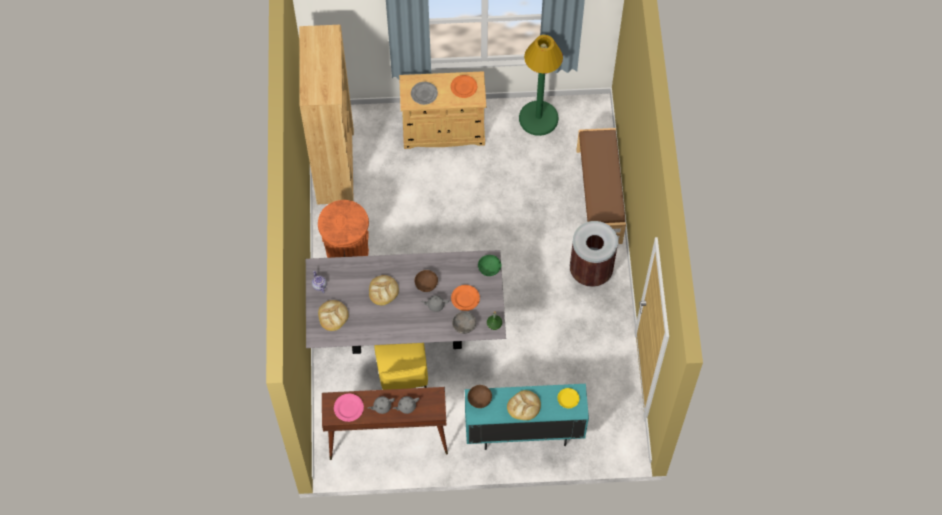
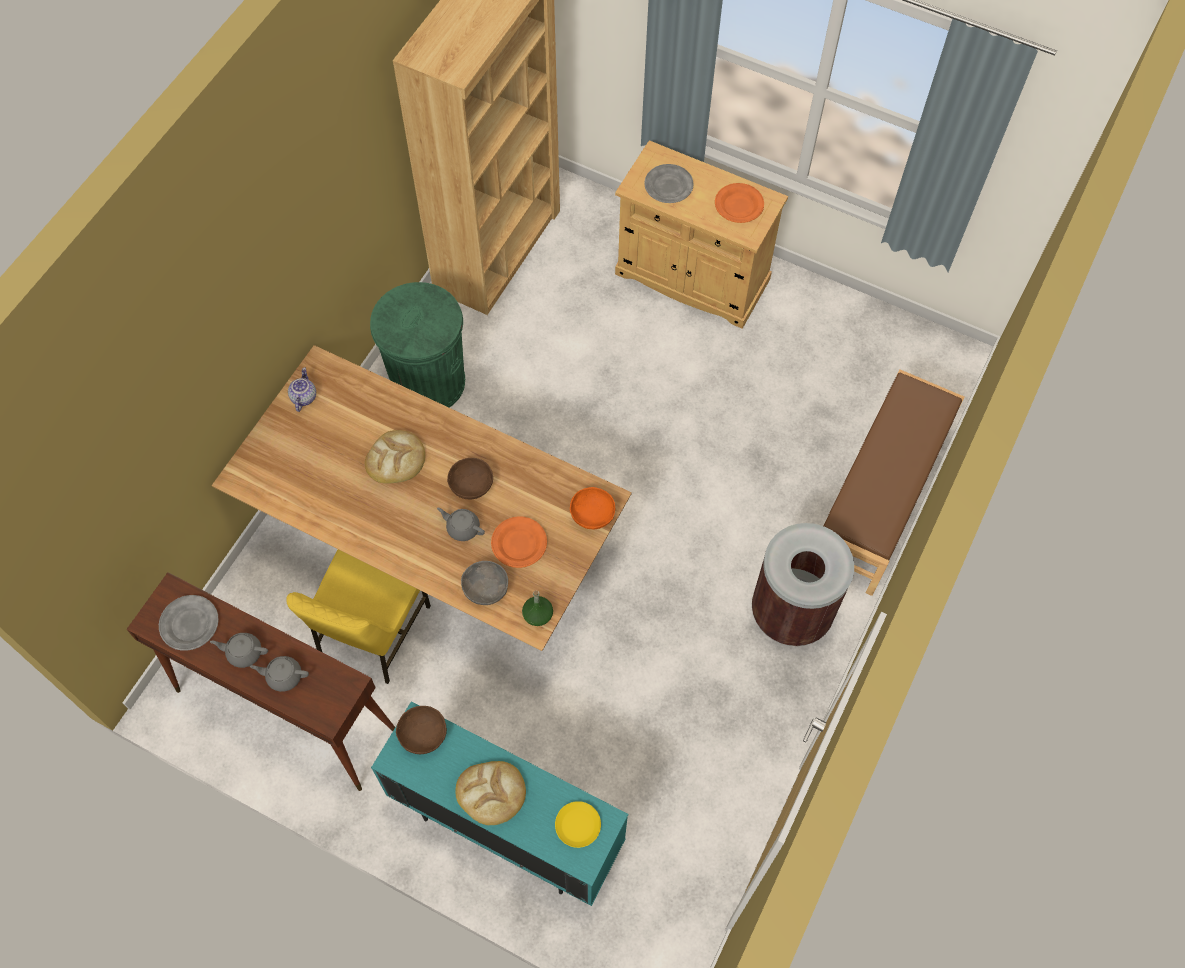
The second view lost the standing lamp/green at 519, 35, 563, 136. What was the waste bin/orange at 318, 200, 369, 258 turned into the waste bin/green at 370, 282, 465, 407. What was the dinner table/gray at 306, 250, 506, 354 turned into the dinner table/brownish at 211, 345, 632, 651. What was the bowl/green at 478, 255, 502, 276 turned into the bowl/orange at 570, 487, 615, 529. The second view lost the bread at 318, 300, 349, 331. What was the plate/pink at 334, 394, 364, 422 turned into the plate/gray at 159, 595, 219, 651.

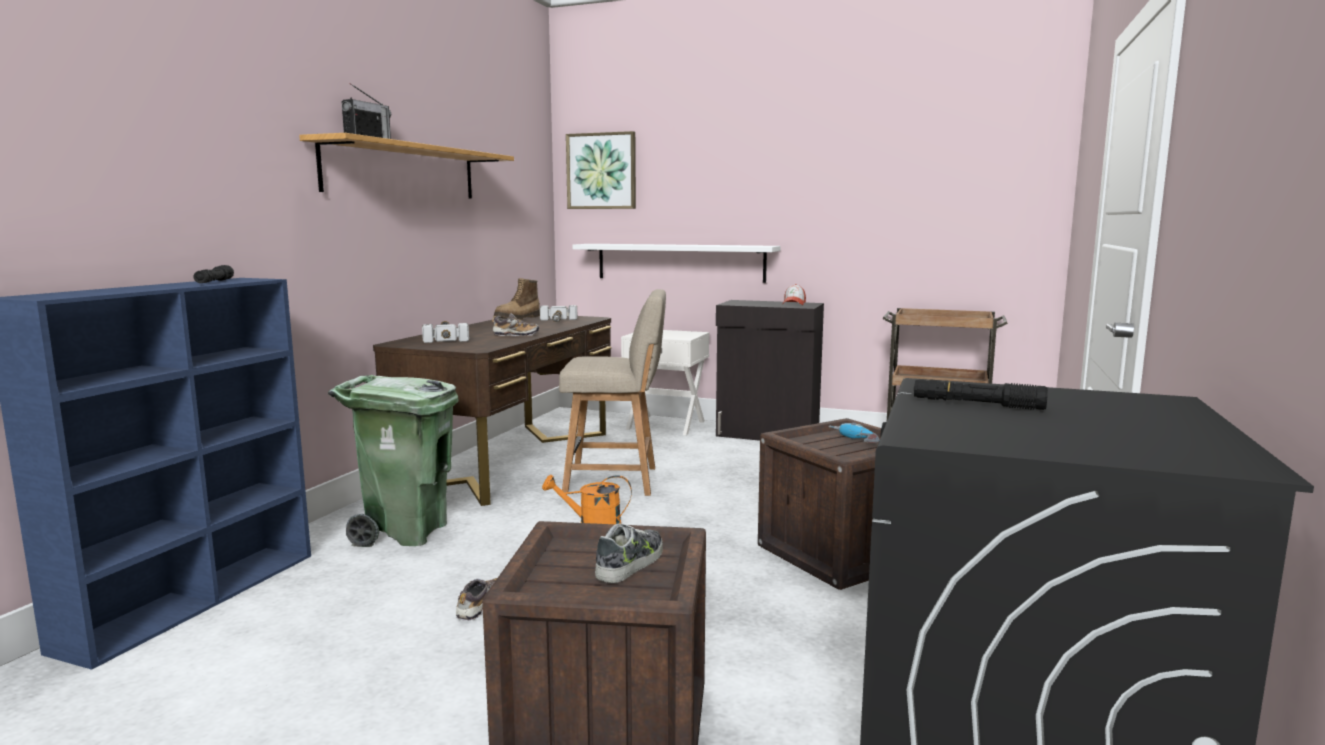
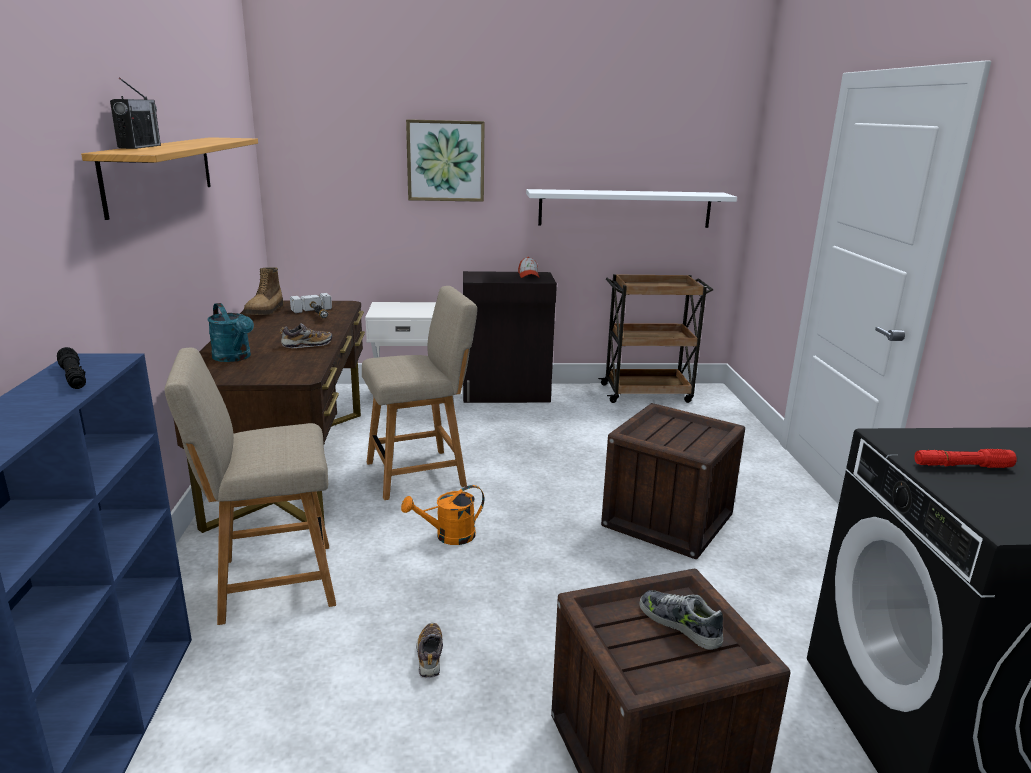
The picture ended up elsewhere, having gone from 566, 131, 636, 209 to 406, 119, 485, 202. The bracket shelf/white ended up elsewhere, having gone from 573, 244, 781, 283 to 526, 189, 737, 228. Where the hammer stood at 422, 321, 469, 343, the watering can/blue-green came to stand at 207, 303, 254, 362. Where the waste bin/green stood at 328, 375, 458, 547, the upright chair/beige-coloured came to stand at 165, 348, 336, 625. What was the hand torch/black at 914, 379, 1048, 410 turned into the hand torch/red at 914, 449, 1017, 468. The second view lost the electric drill at 829, 423, 879, 443. The item of footwear at 595, 523, 663, 583 ended up facing another way, 45 degrees counterclockwise from before.

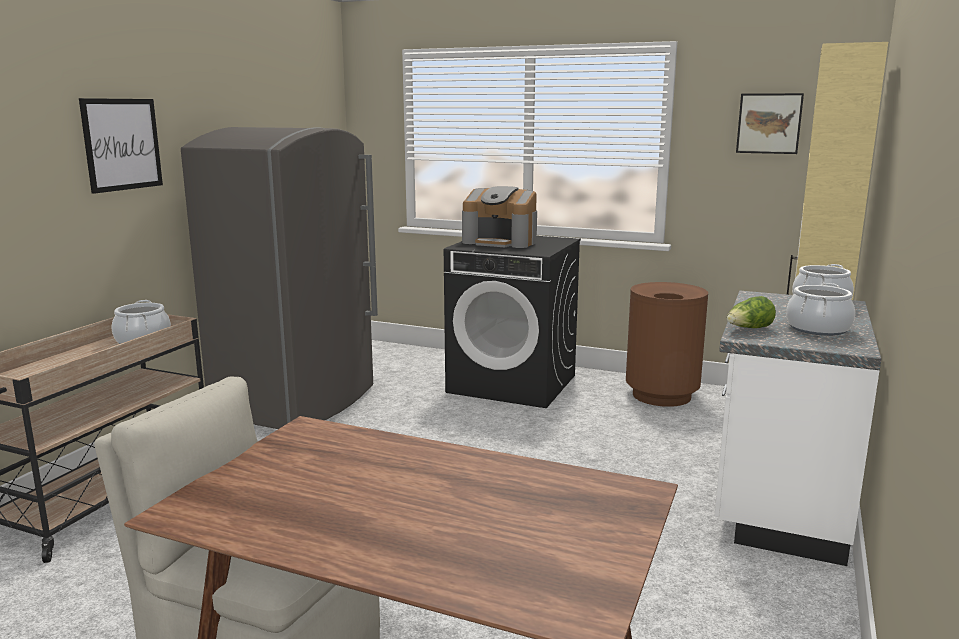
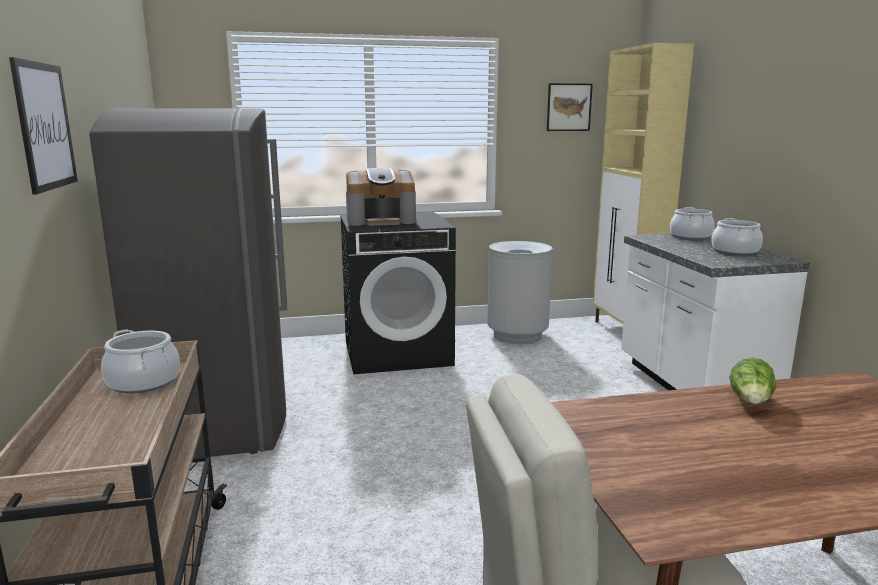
What was the waste bin/brownish at 626, 282, 708, 407 turned into the waste bin/gray at 487, 241, 553, 344. The head of lettuce ended up elsewhere, having gone from 727, 296, 776, 328 to 729, 358, 777, 404.

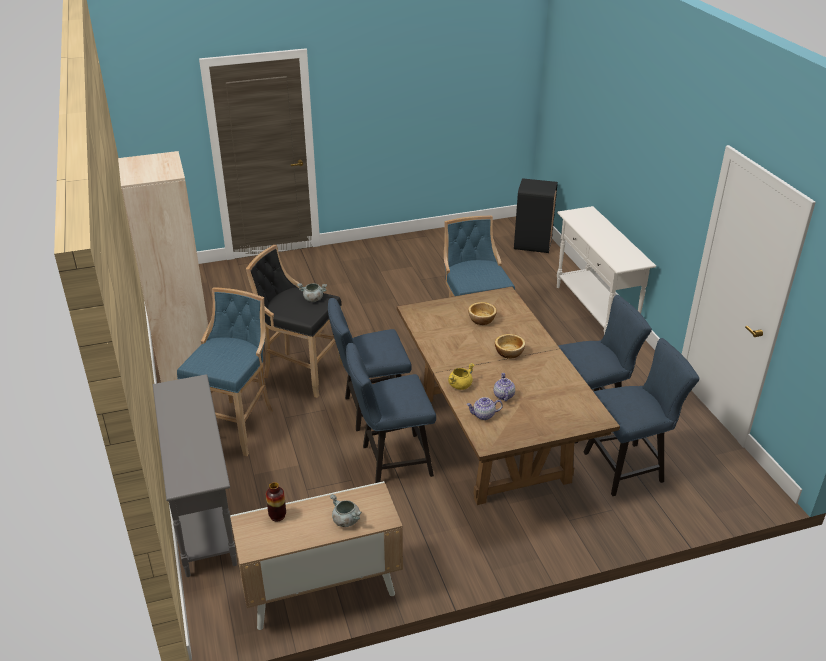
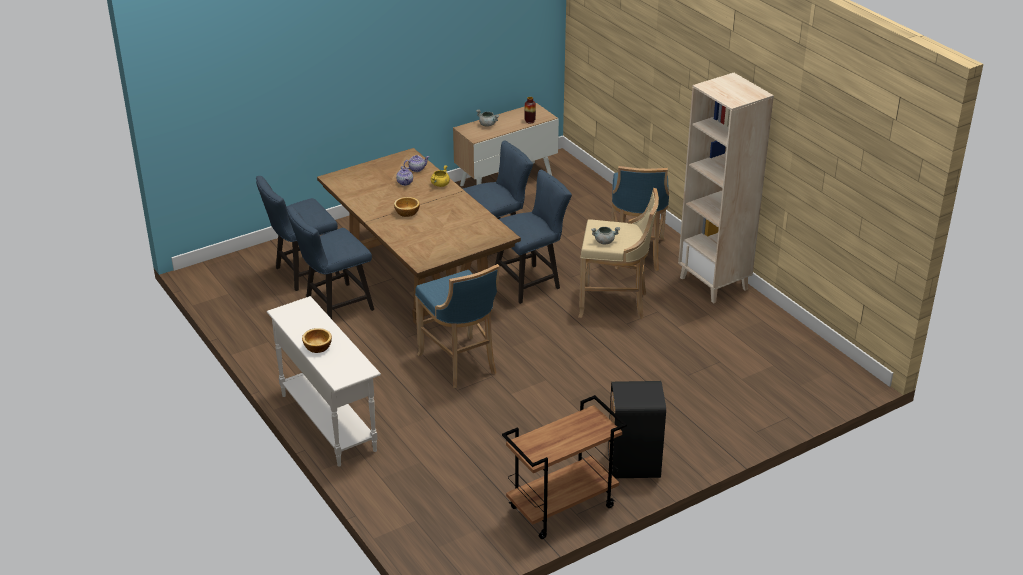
The waste bin/black ended up elsewhere, having gone from 514, 178, 558, 253 to 608, 381, 666, 478. What was the stool seat/black at 246, 245, 343, 398 turned into the stool seat/beige-coloured at 578, 188, 659, 319. The bowl ended up elsewhere, having gone from 468, 302, 497, 325 to 302, 328, 332, 353. The second view lost the hall table/gray at 153, 374, 237, 577. The second view gained the wheeled cart/brownish at 502, 395, 627, 539.

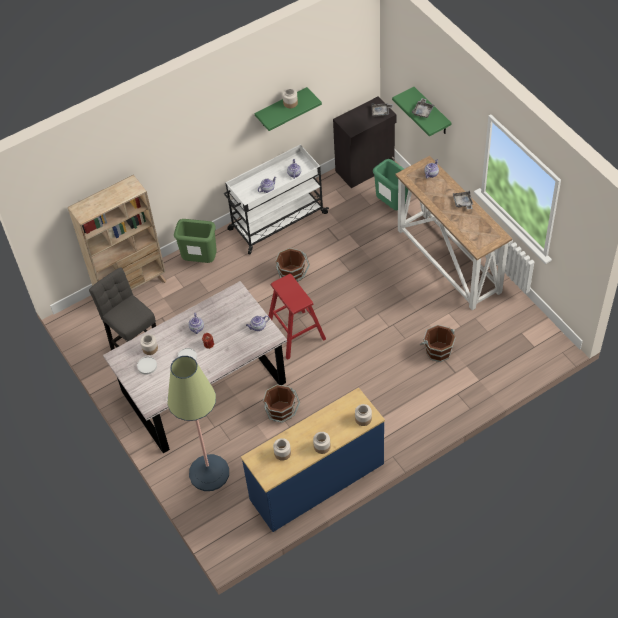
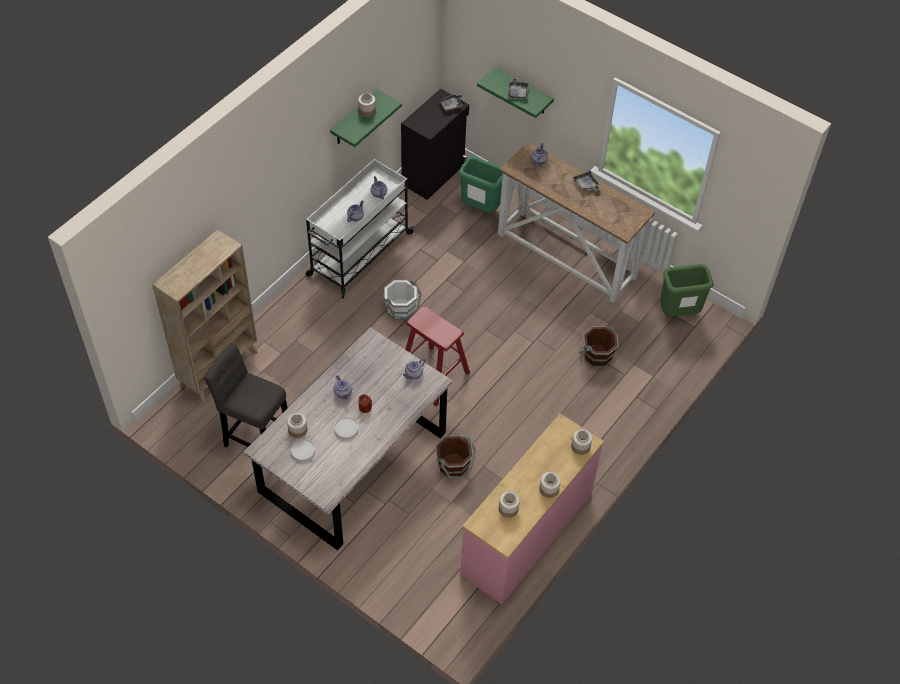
The waste bin/green ended up elsewhere, having gone from 174, 219, 217, 263 to 660, 264, 714, 317. What was the bucket/brownish at 275, 248, 310, 282 turned into the bucket/white at 384, 280, 422, 320. The second view lost the standing lamp at 167, 356, 229, 491. What was the drawer chest/blue-coloured at 241, 387, 385, 532 turned into the drawer chest/pink at 460, 413, 604, 604.

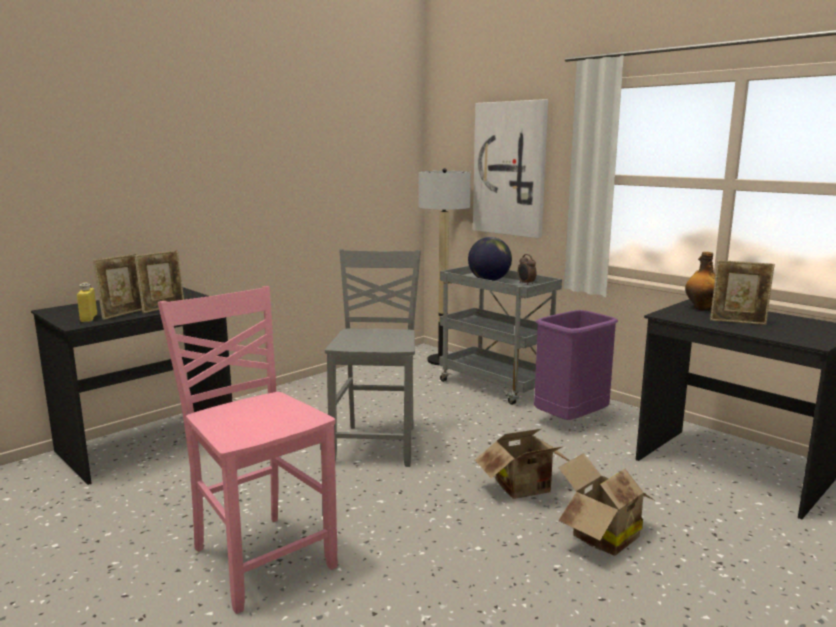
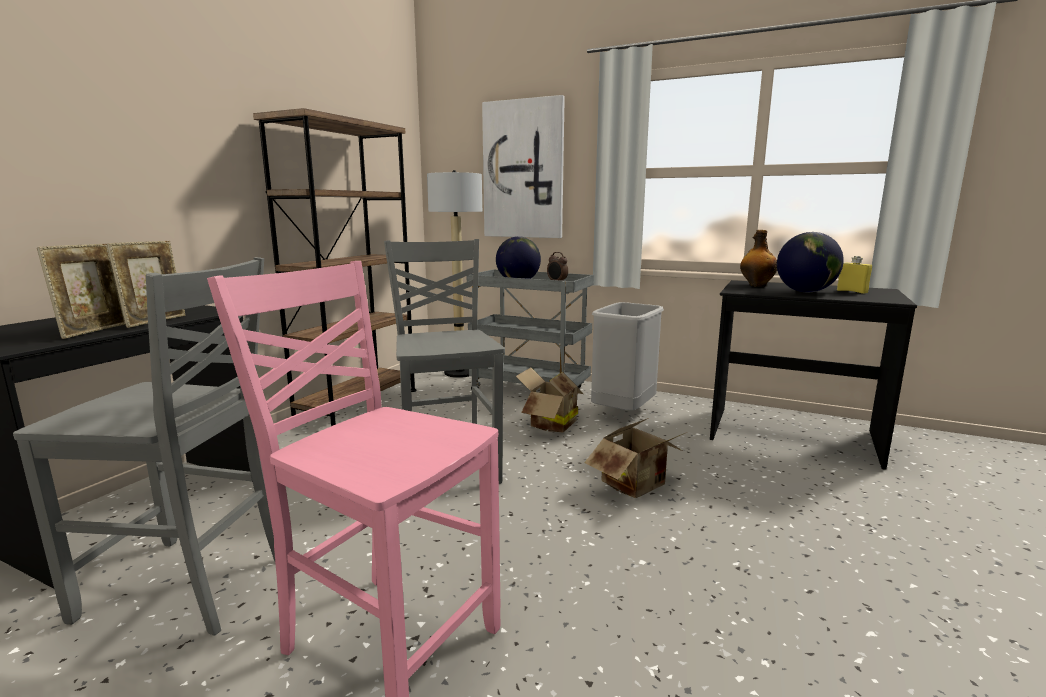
Where the picture frame stood at 710, 260, 775, 325, the desk globe came to stand at 777, 232, 844, 292. The bottle/yellow ended up elsewhere, having gone from 77, 283, 97, 322 to 837, 256, 872, 294. What was the waste bin/purple-coloured at 534, 310, 618, 420 turned into the waste bin/gray at 591, 302, 664, 411. The carton ended up elsewhere, having gone from 558, 453, 654, 556 to 516, 368, 583, 433. The second view gained the bookshelf/brownish at 253, 108, 416, 426. The second view gained the upright chair/gray at 13, 257, 275, 636.

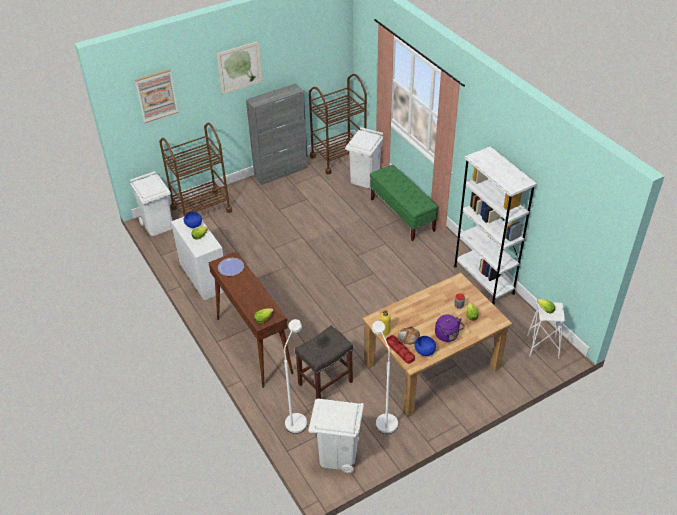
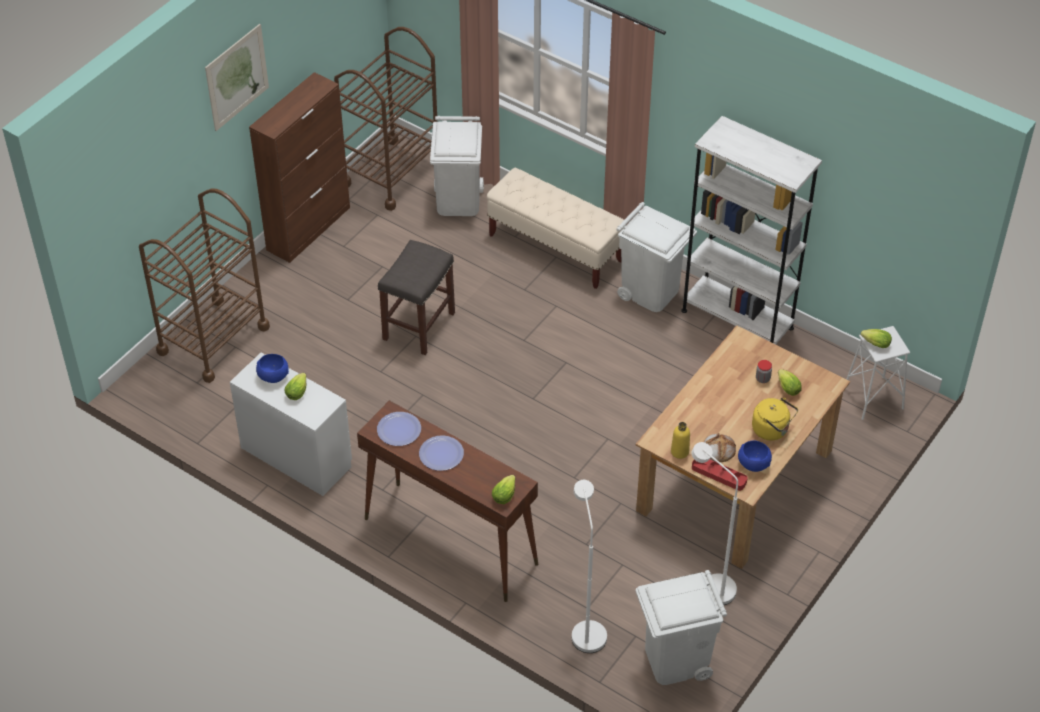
The second view lost the picture at 135, 69, 178, 123. What was the cabinet/gray at 246, 83, 308, 185 turned into the cabinet/brownish at 249, 72, 350, 263. What was the bench/green at 370, 165, 439, 241 turned into the bench/beige-coloured at 487, 168, 624, 289. The waste bin/white ended up elsewhere, having gone from 130, 171, 172, 236 to 616, 202, 697, 312. What was the water kettle/purple-coloured at 435, 315, 464, 342 turned into the water kettle/yellow at 752, 398, 798, 441. The stool seat/gray ended up elsewhere, having gone from 295, 326, 353, 399 to 378, 240, 455, 355. The second view gained the plate at 419, 435, 464, 471.

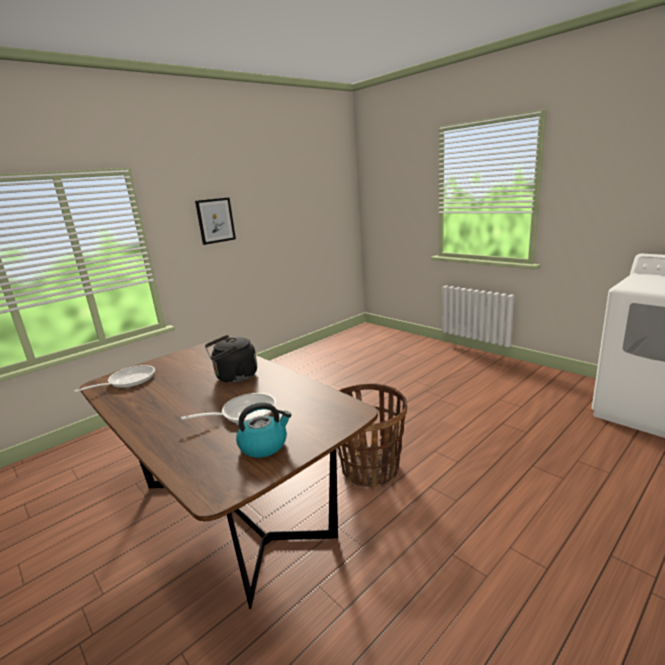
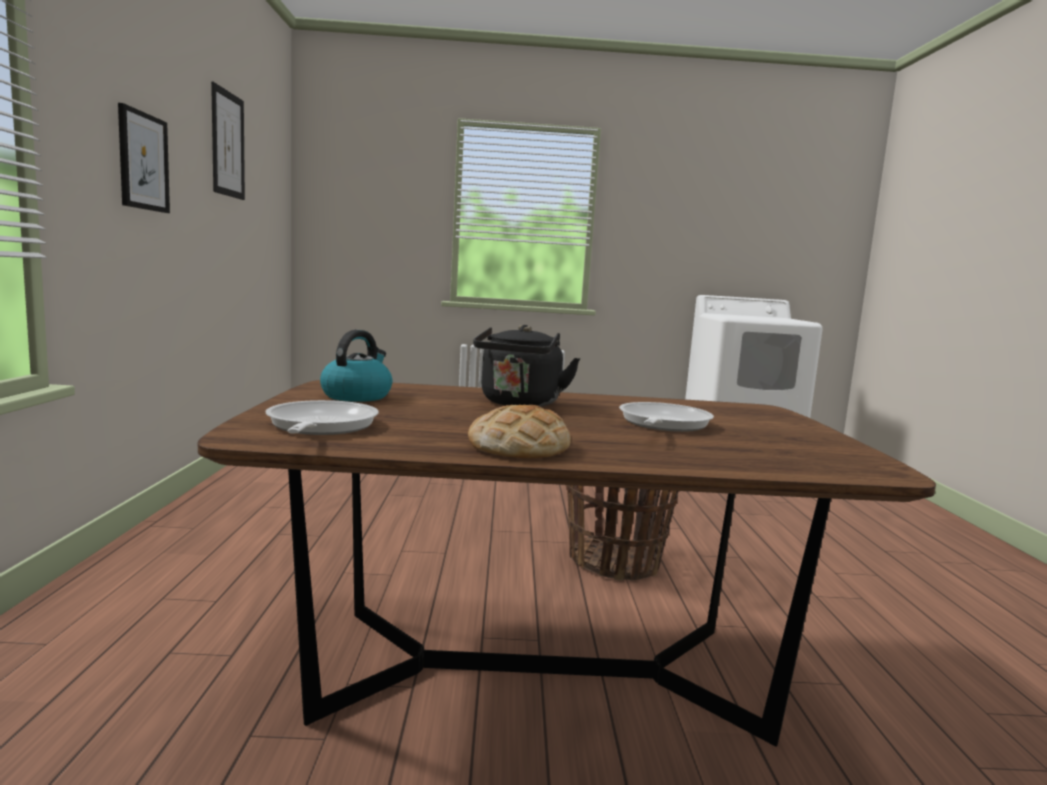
The water kettle ended up elsewhere, having gone from 236, 402, 291, 458 to 320, 330, 392, 402. The second view gained the picture at 211, 82, 245, 200. The second view gained the bread at 468, 405, 571, 458.

